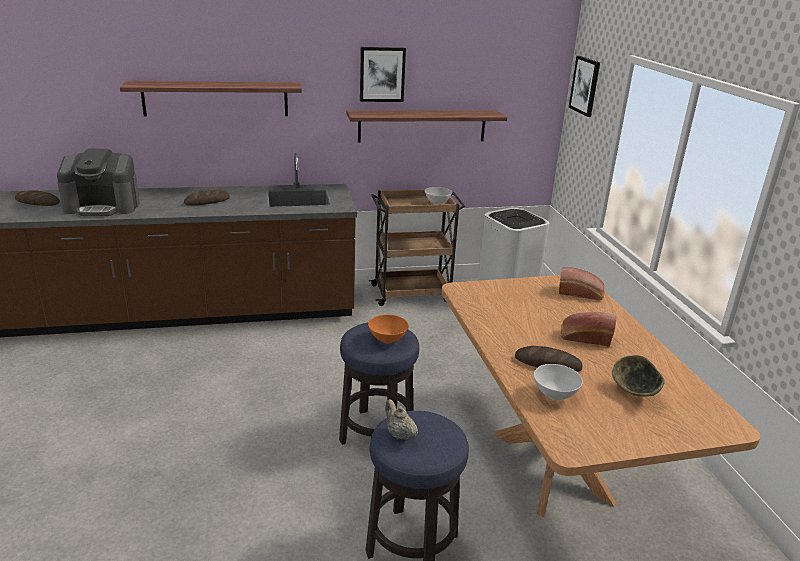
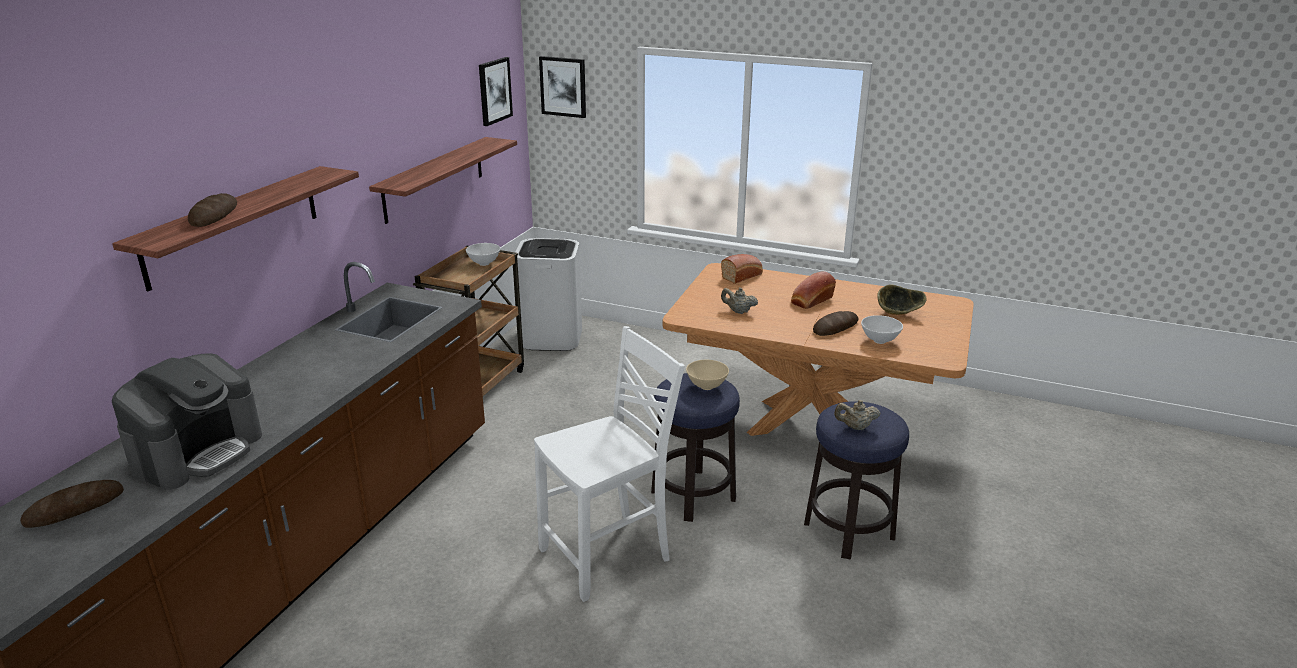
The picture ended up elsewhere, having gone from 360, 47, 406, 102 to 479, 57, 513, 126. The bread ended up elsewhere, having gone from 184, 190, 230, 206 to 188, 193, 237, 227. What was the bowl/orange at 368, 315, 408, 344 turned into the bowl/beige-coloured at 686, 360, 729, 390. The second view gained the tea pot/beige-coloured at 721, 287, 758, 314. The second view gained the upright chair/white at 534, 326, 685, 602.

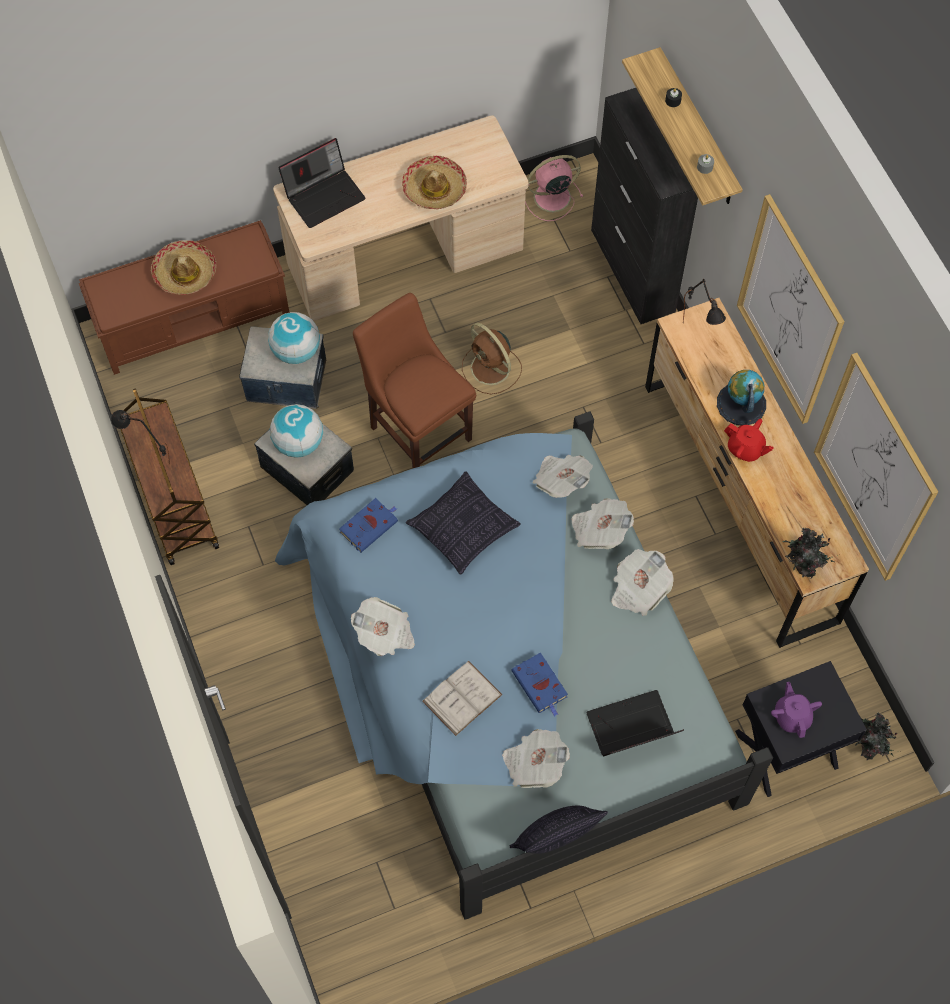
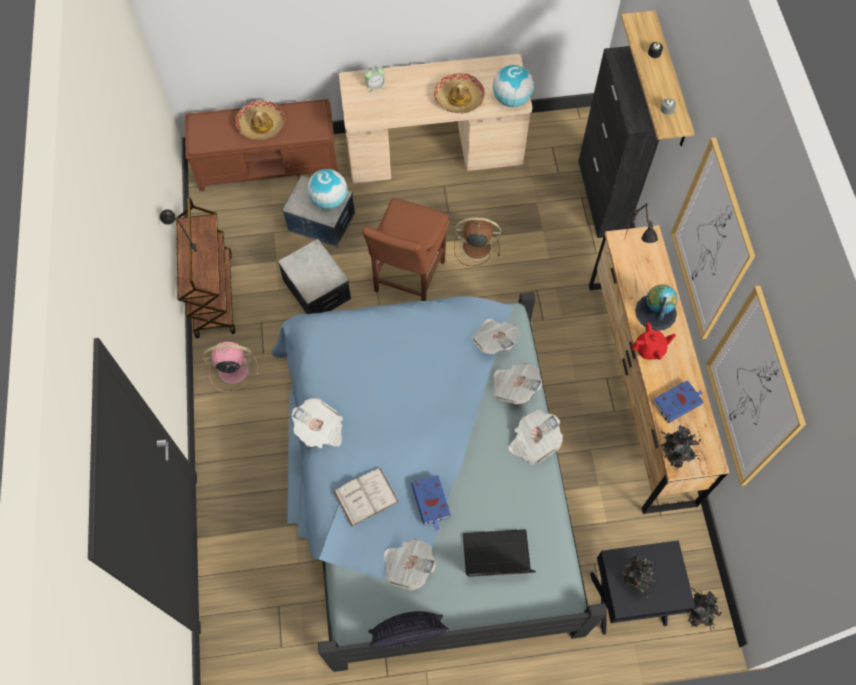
Where the notebook computer stood at 279, 138, 366, 228, the bedside clock came to stand at 364, 66, 385, 93. The cooling fan/pink ended up elsewhere, having gone from 525, 155, 583, 221 to 203, 342, 259, 392. The upright chair/brownish at 353, 293, 476, 468 ended up facing another way, 135 degrees counterclockwise from before. The cooling fan/brownish at 462, 323, 522, 394 ended up facing another way, 120 degrees clockwise from before. The desk globe ended up elsewhere, having gone from 270, 404, 323, 458 to 493, 65, 534, 107. The tea pot/red at 724, 419, 774, 462 ended up facing another way, 60 degrees counterclockwise from before. The second view lost the throw pillow at 406, 472, 521, 575. The book/blue-coloured ended up elsewhere, having gone from 339, 498, 398, 553 to 652, 380, 703, 423. Where the tea pot/purple-coloured stood at 771, 682, 822, 738, the houseplant came to stand at 621, 546, 656, 598.

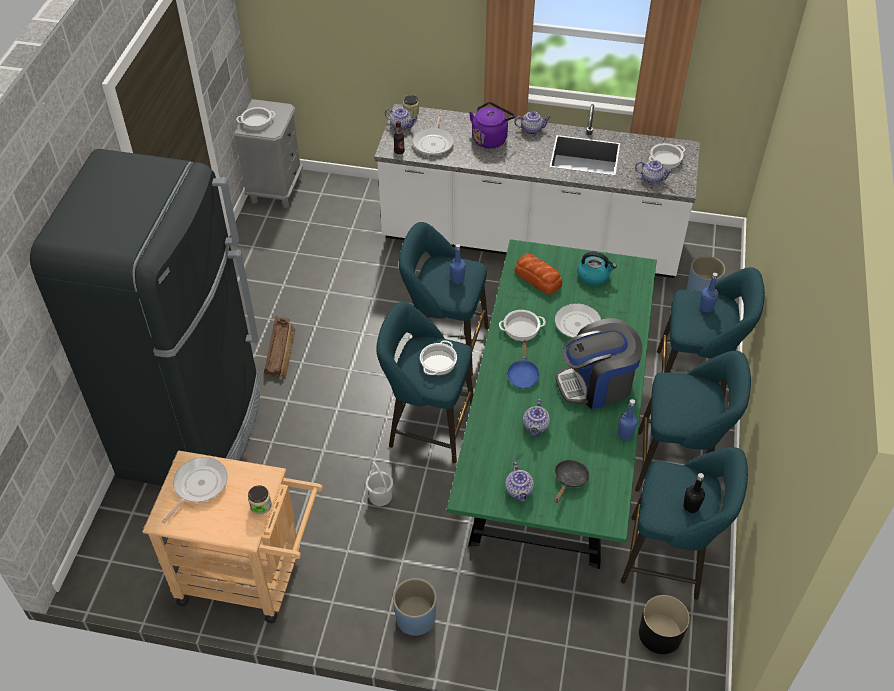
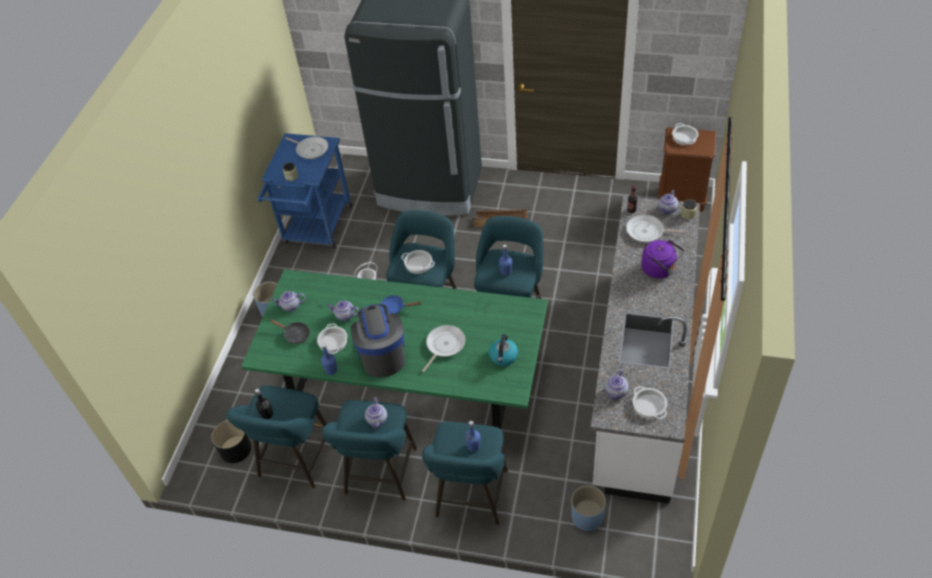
What was the nightstand/gray at 234, 99, 303, 208 turned into the nightstand/brownish at 658, 127, 716, 212. The tea pot ended up elsewhere, having gone from 514, 111, 551, 134 to 365, 397, 387, 429. The second view lost the bread at 514, 254, 562, 294. The stockpot ended up elsewhere, having gone from 499, 310, 546, 341 to 317, 323, 347, 354. What was the wheeled cart/beige-coloured at 142, 450, 323, 623 turned into the wheeled cart/blue-coloured at 257, 133, 352, 249.

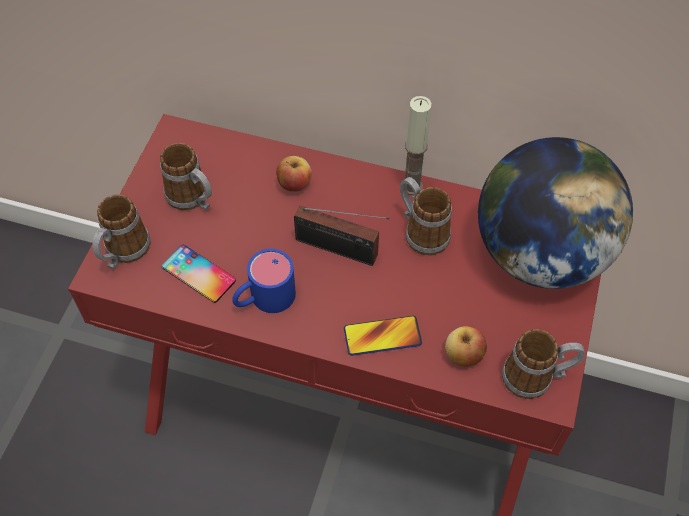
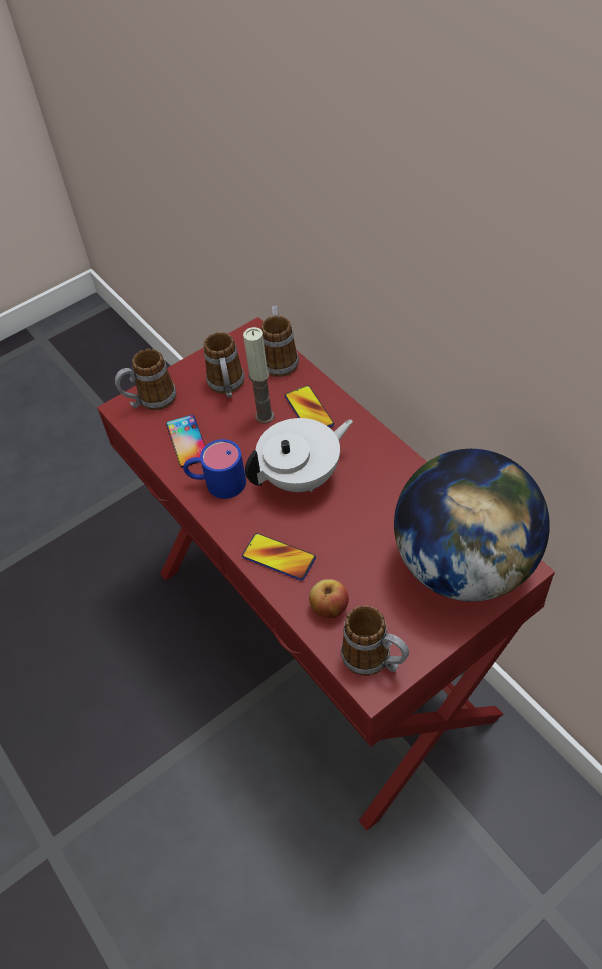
The wax light ended up elsewhere, having gone from 405, 96, 432, 195 to 243, 327, 274, 424. Where the apple fruit stood at 276, 156, 312, 192, the telephone came to stand at 285, 385, 334, 428. The tea mug ended up elsewhere, having gone from 400, 177, 452, 256 to 261, 306, 299, 377. Where the radio stood at 294, 206, 389, 266, the tea pot/white came to stand at 245, 418, 353, 492.

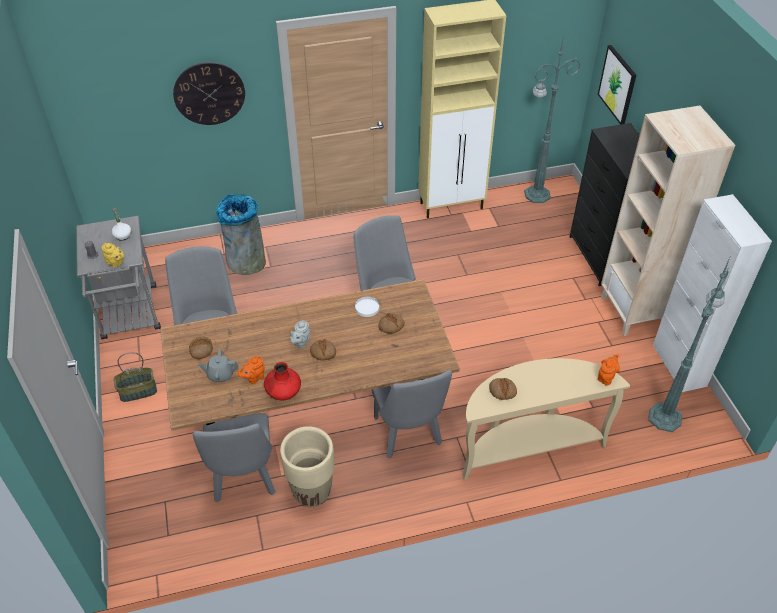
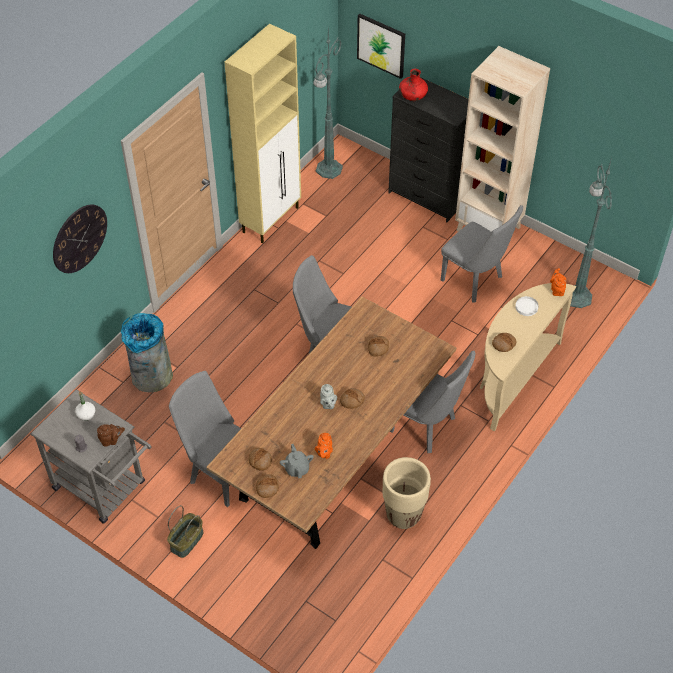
The second view lost the cabinet/white at 653, 194, 772, 392. What was the tea pot/yellow at 102, 243, 124, 267 turned into the tea pot/brownish at 97, 424, 125, 447. The plate/white ended up elsewhere, having gone from 355, 297, 380, 317 to 515, 296, 539, 316. The tea pot/gray at 198, 349, 239, 382 ended up facing another way, 120 degrees clockwise from before. The decorative vase/red ended up elsewhere, having gone from 264, 362, 301, 400 to 399, 69, 428, 101. The upright chair/gray ended up elsewhere, having gone from 193, 413, 275, 503 to 441, 205, 523, 303. The second view gained the bread at 256, 474, 279, 498.

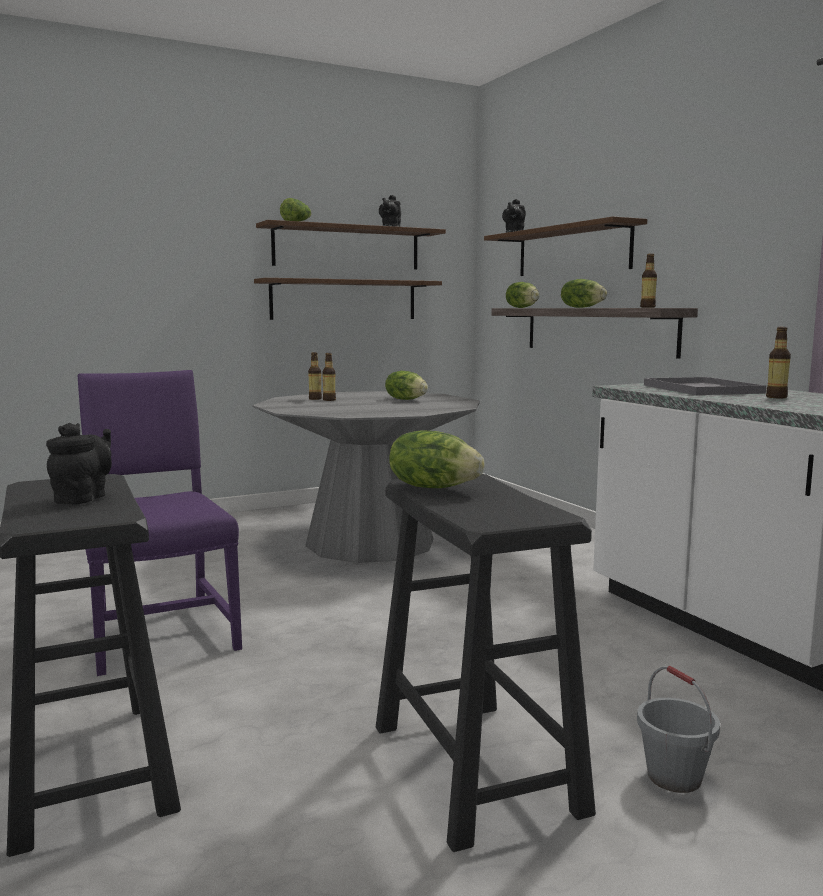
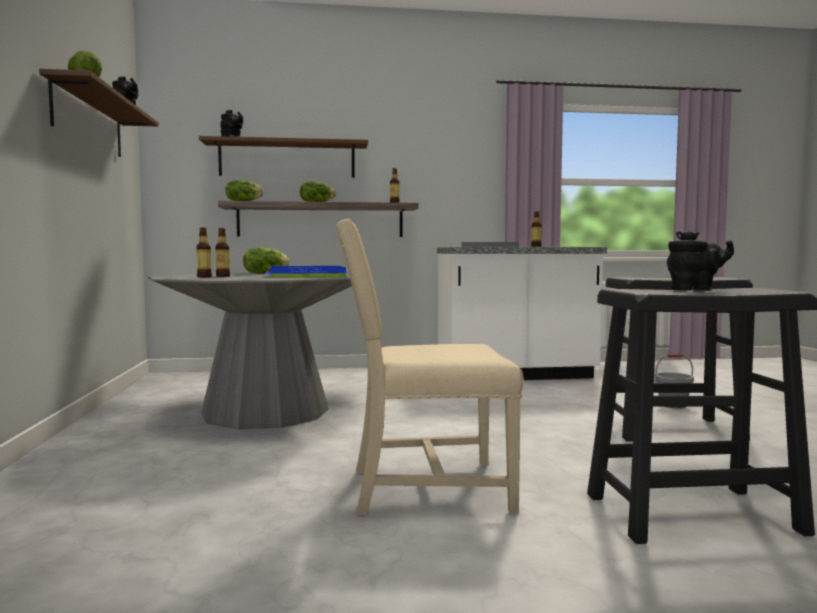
The second view lost the bracket shelf/brownish at 254, 278, 442, 320. What was the upright chair/purple-coloured at 78, 370, 242, 676 turned into the upright chair/beige-coloured at 335, 219, 524, 515. The tea pot/black at 46, 423, 112, 504 ended up facing another way, 150 degrees clockwise from before. The second view lost the head of lettuce at 390, 430, 484, 488. The second view gained the carrying tray/blue-coloured at 265, 266, 348, 278.

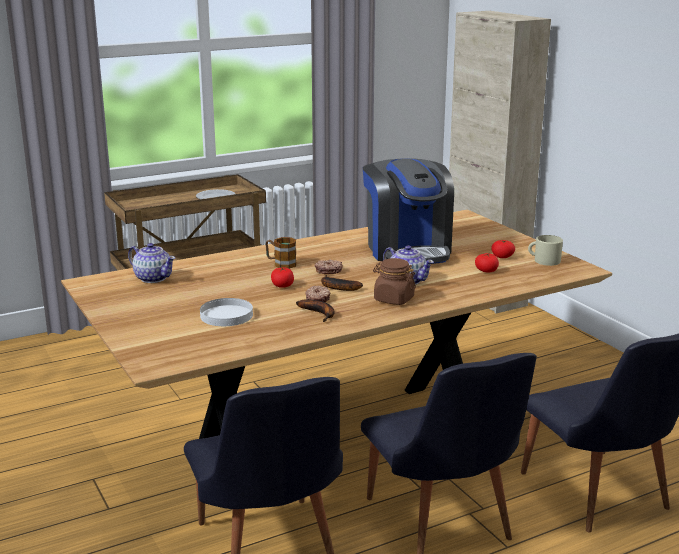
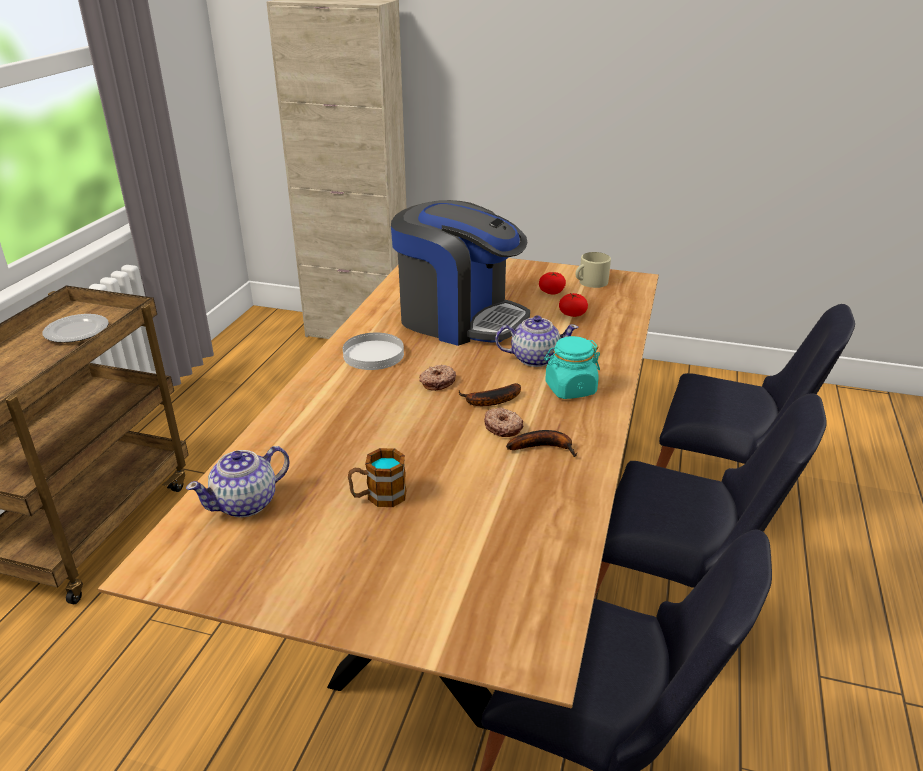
The tea mug ended up elsewhere, having gone from 265, 237, 297, 269 to 348, 448, 407, 507. The tea pot at 128, 243, 175, 283 ended up facing another way, 150 degrees clockwise from before. What was the preserve jar/brownish at 373, 258, 416, 305 turned into the preserve jar/blue-green at 544, 336, 600, 399. The second view lost the whole tomato at 271, 267, 294, 288. The plate/white ended up elsewhere, having gone from 200, 298, 253, 326 to 343, 333, 404, 370.

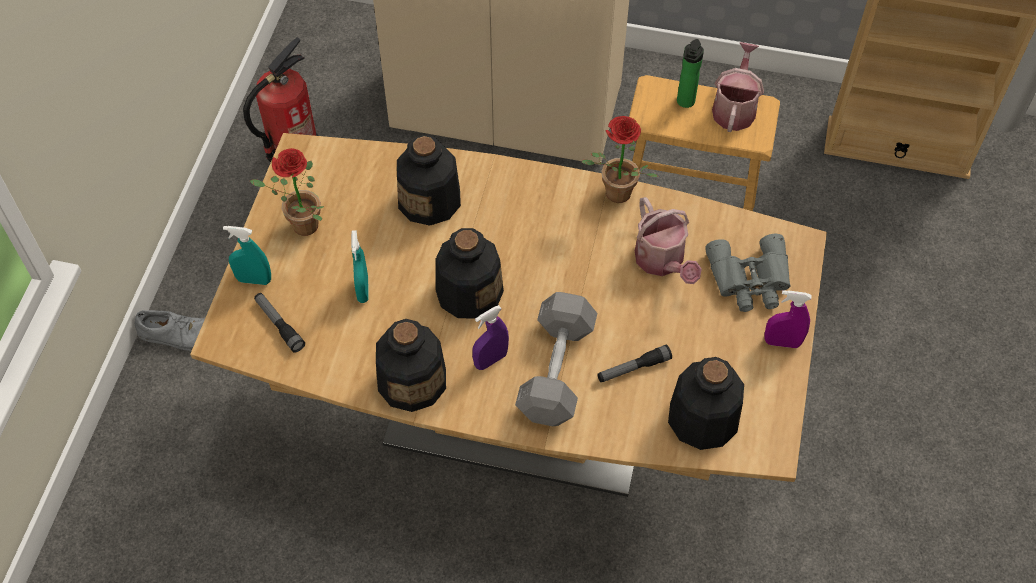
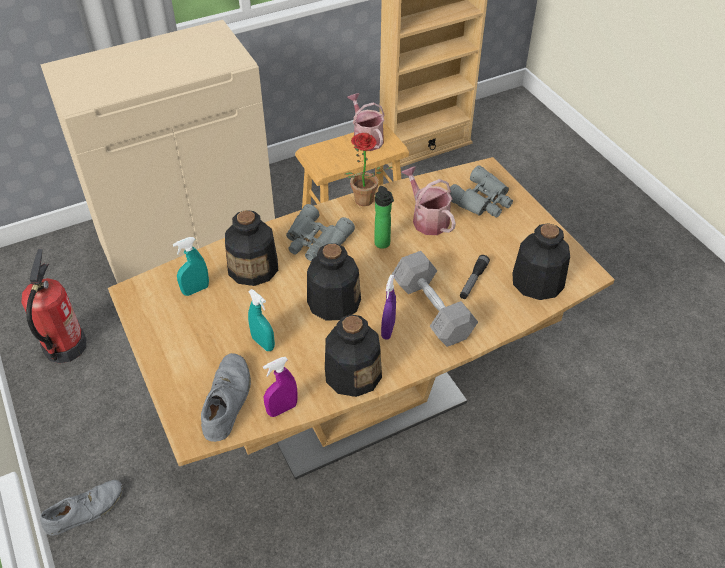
The bottle ended up elsewhere, having gone from 677, 39, 704, 108 to 374, 186, 394, 249. The second view lost the houseplant at 250, 148, 324, 236. The watering can at 635, 197, 702, 284 ended up facing another way, 150 degrees counterclockwise from before. The spray bottle/blue-green ended up elsewhere, having gone from 223, 226, 271, 285 to 173, 237, 209, 296. The spray bottle/purple-coloured ended up elsewhere, having gone from 764, 290, 811, 348 to 263, 357, 298, 417. Where the hand torch stood at 254, 293, 305, 353, the item of footwear/gray came to stand at 201, 353, 251, 442. The second view gained the binoculars/gray at 286, 204, 355, 261.

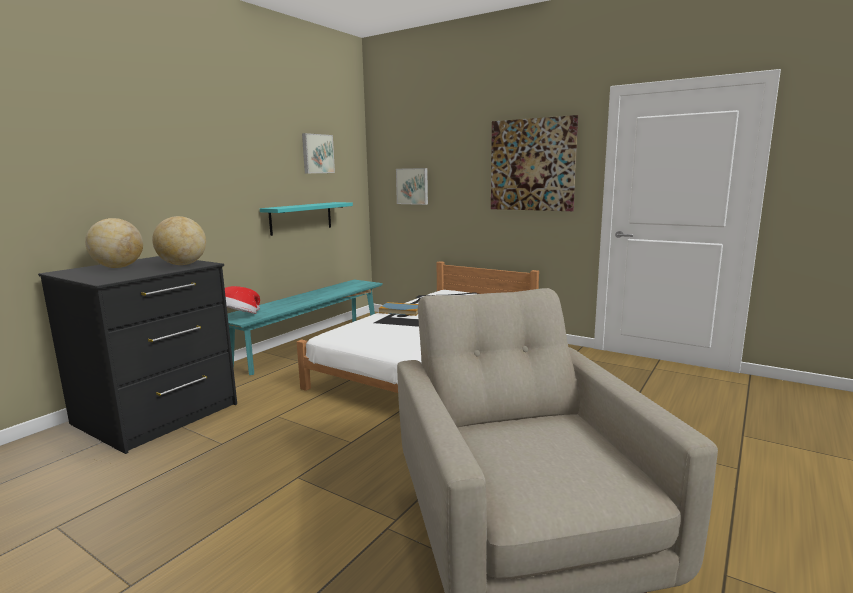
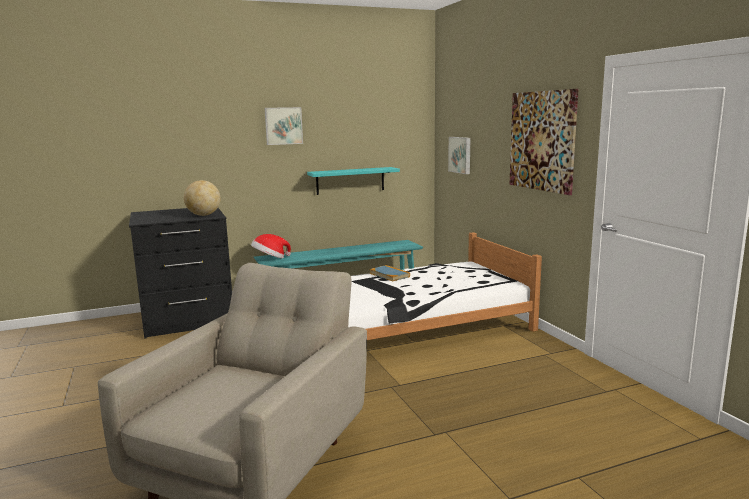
The picture ended up elsewhere, having gone from 302, 133, 335, 173 to 265, 107, 303, 145. The second view lost the desk globe at 85, 218, 143, 268.

